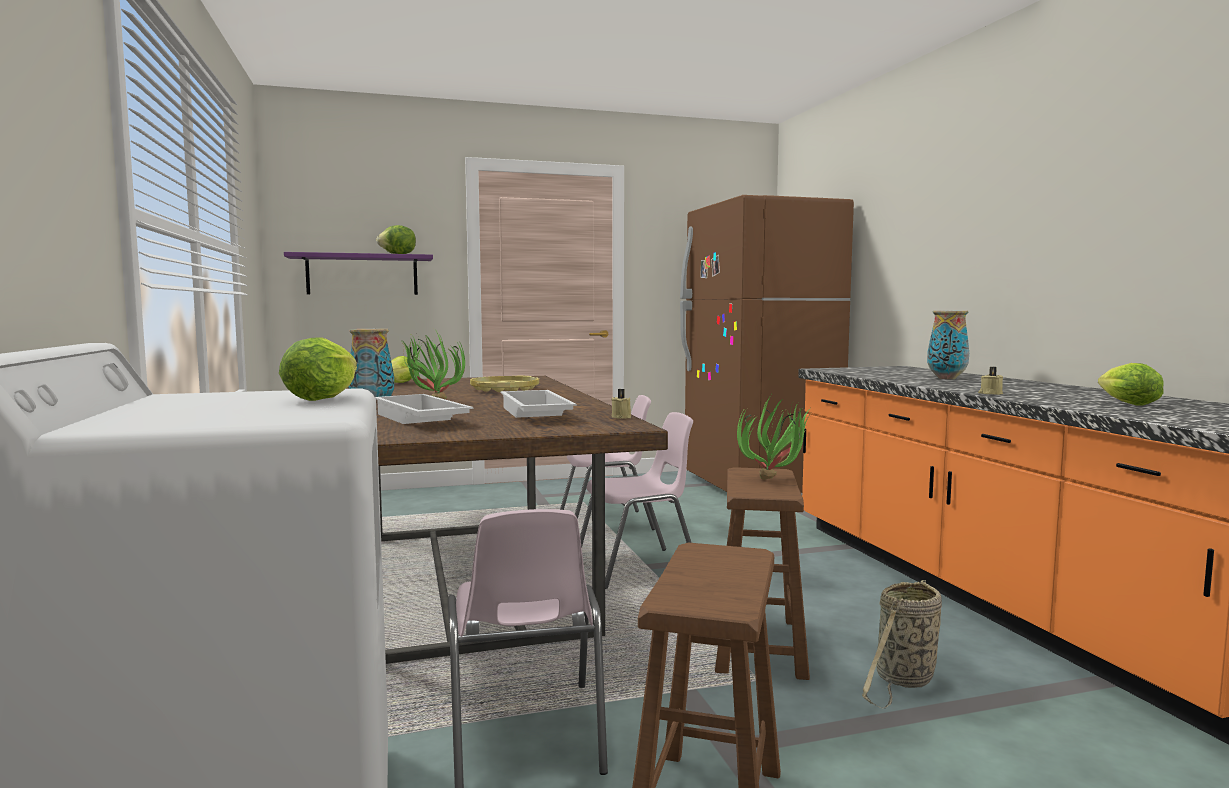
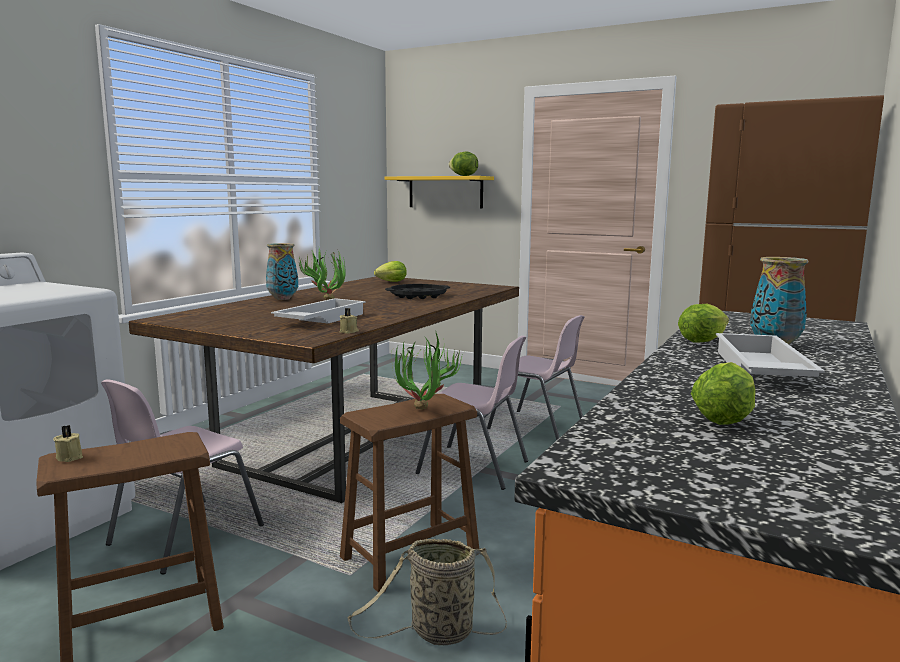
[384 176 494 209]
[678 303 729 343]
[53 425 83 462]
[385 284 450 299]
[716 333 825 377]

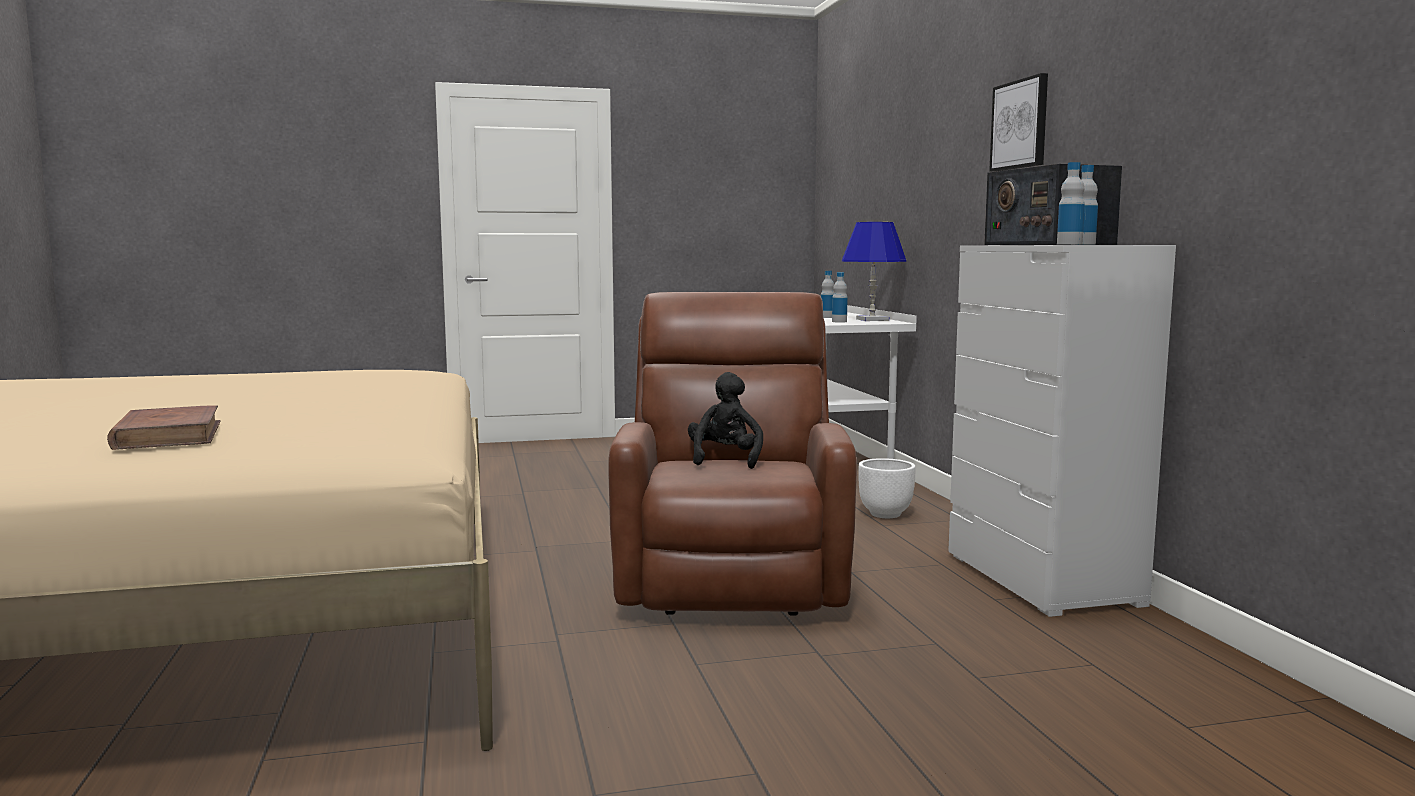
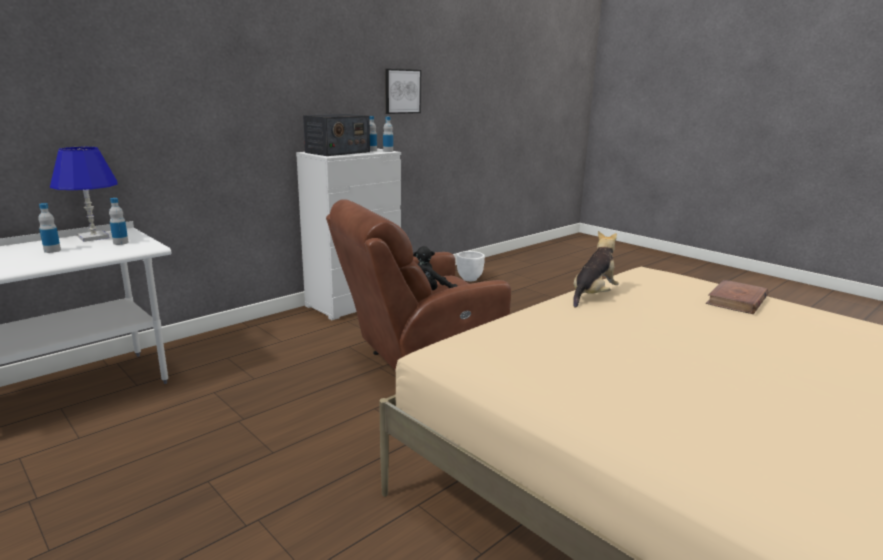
[385 69 421 114]
[457 251 485 281]
[573 231 619 308]

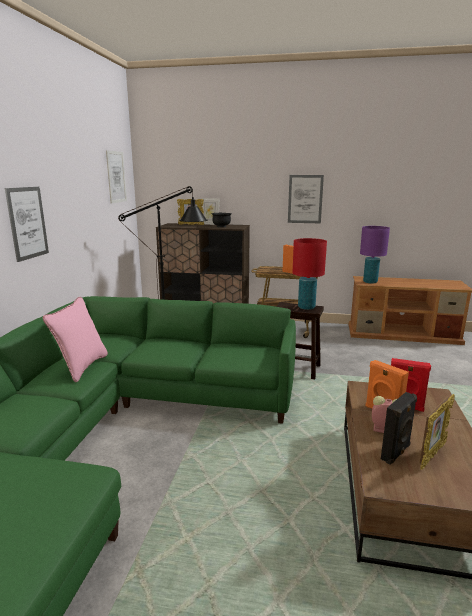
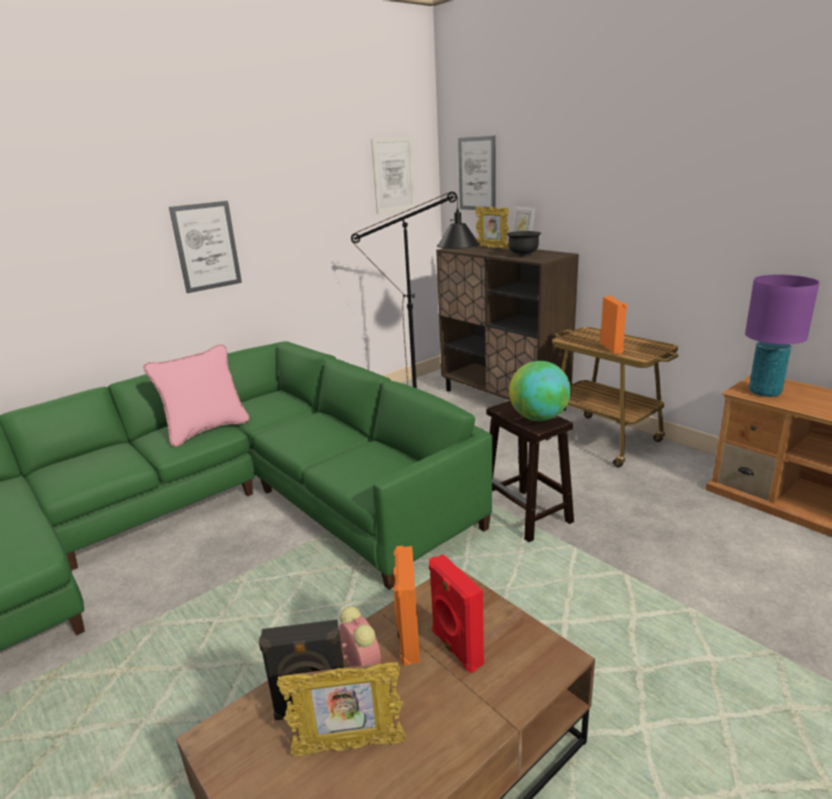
[458 136 496 210]
[509 361 571 421]

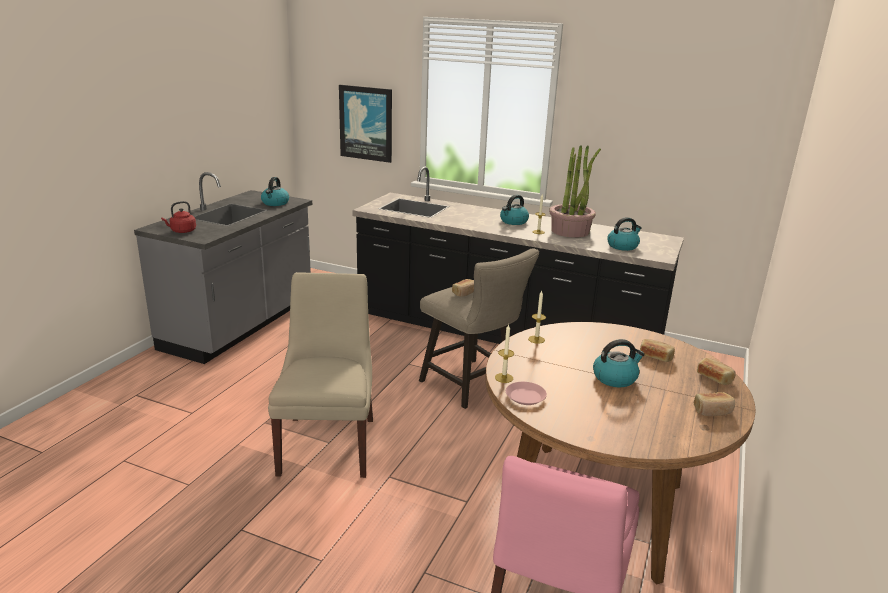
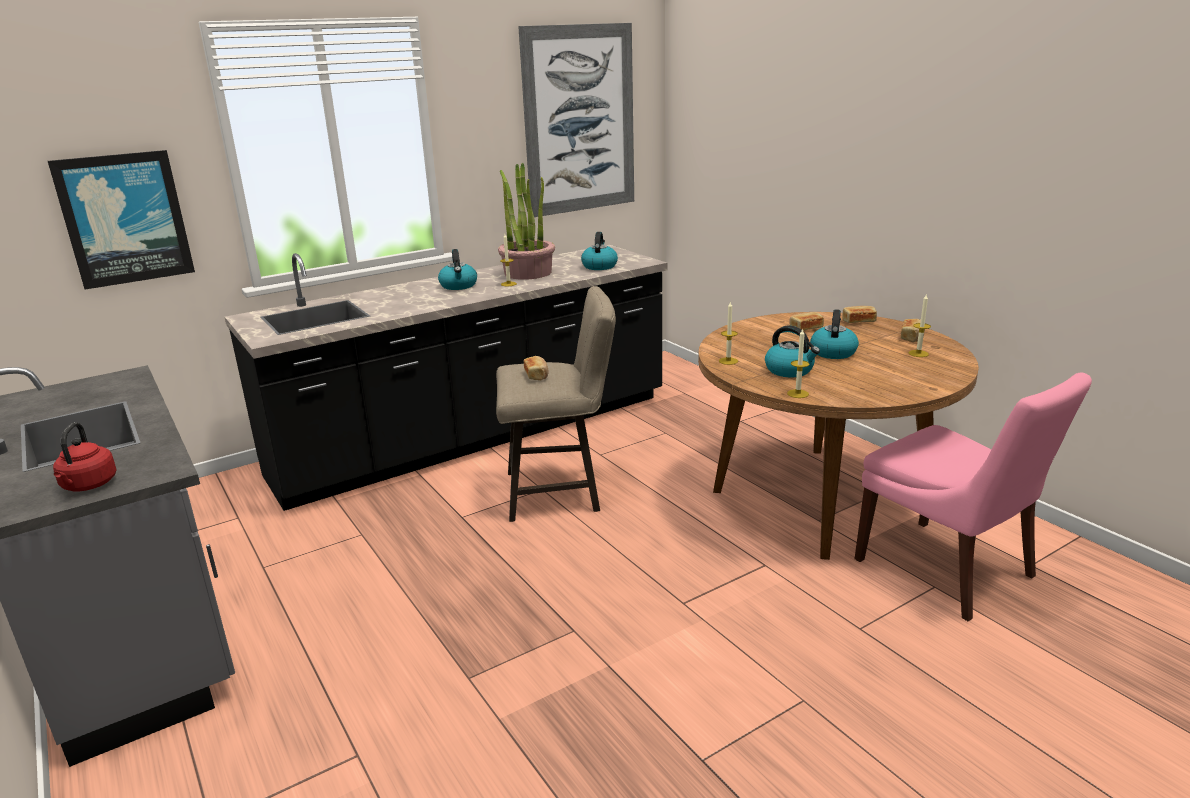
[765 326 820 377]
[268 272 373 478] (first image)
[506 382 547 405] (first image)
[518 23 634 217]
[908 294 931 357]

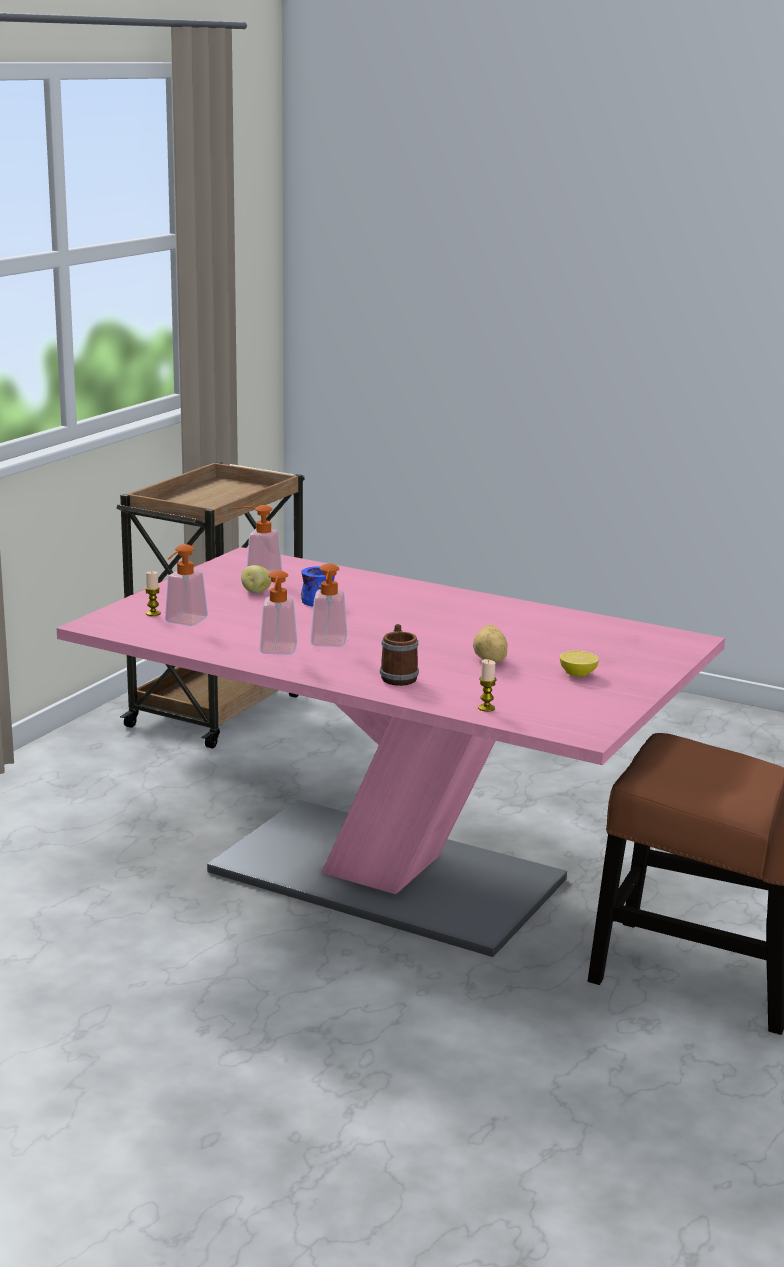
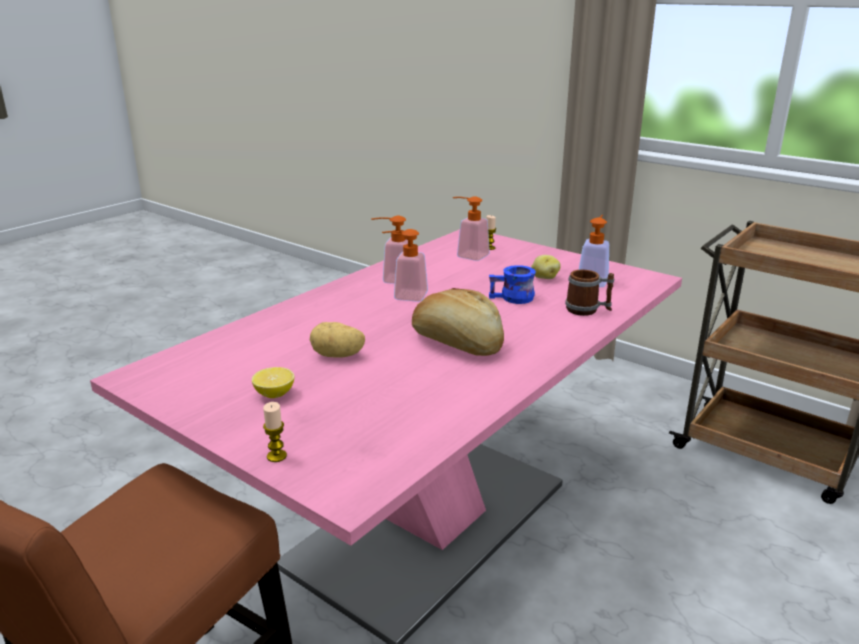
[565 269 614 316]
[263 402 287 462]
[412 288 504 356]

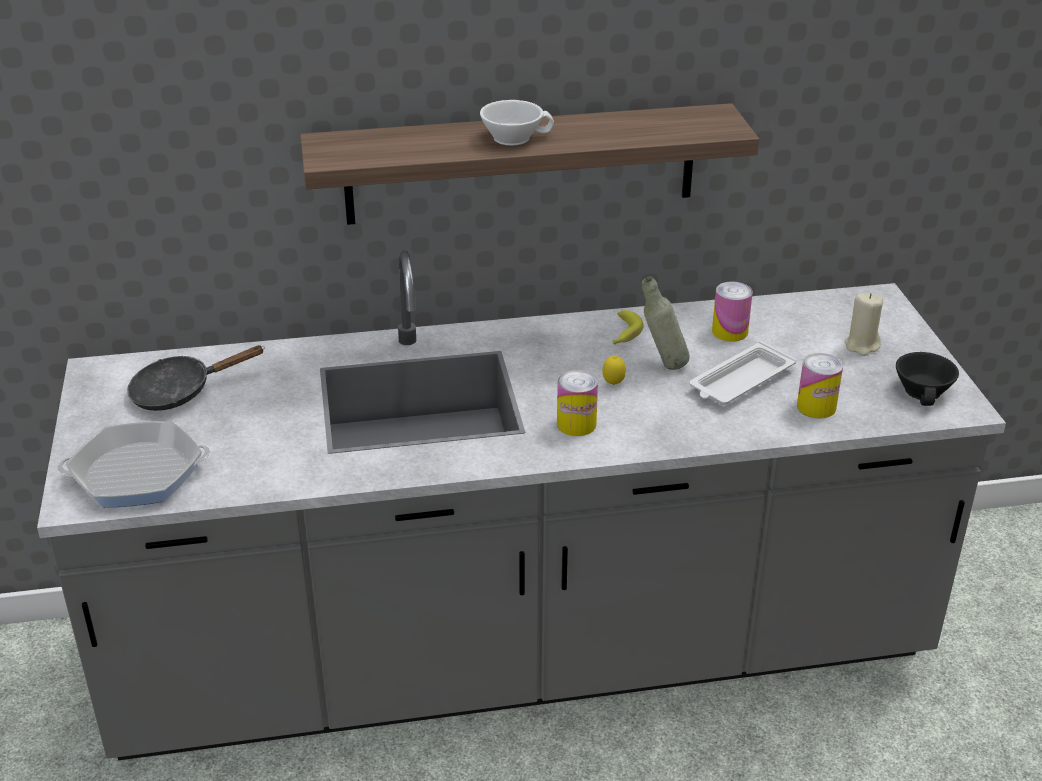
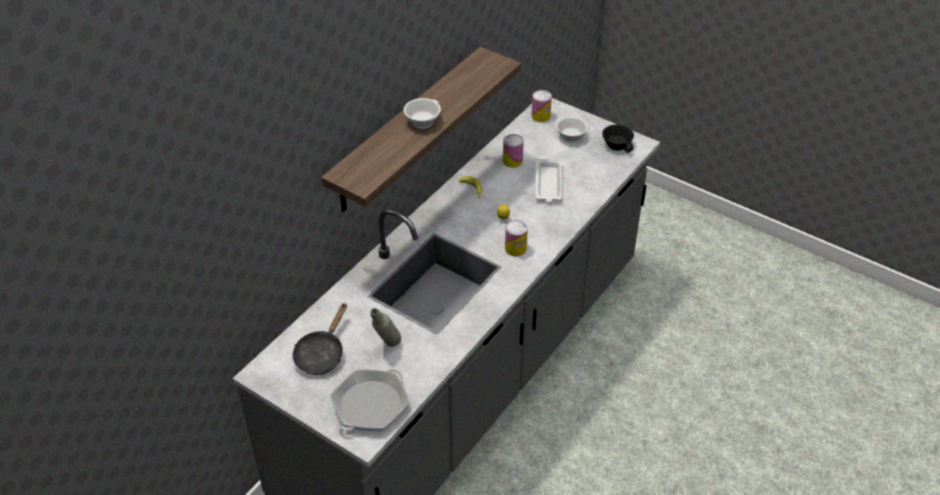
[371 308 401 347]
[556 116 588 143]
[531 90 552 122]

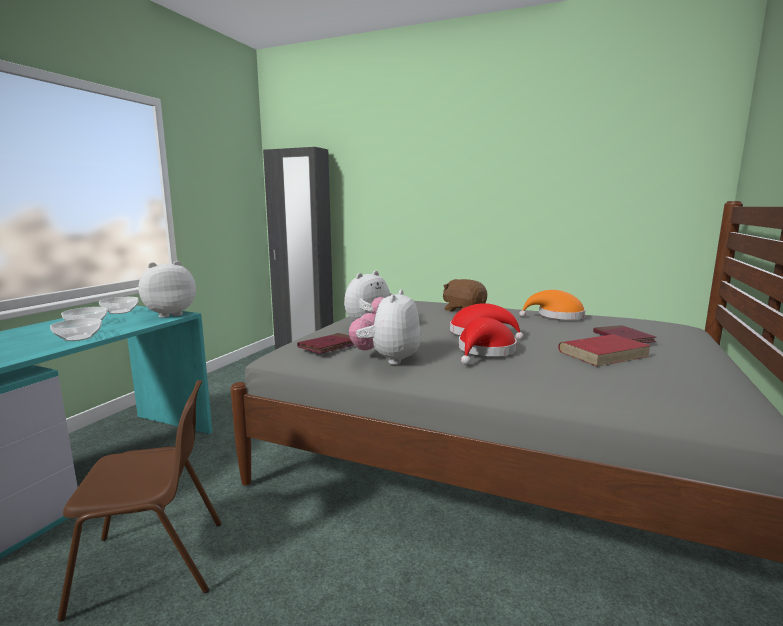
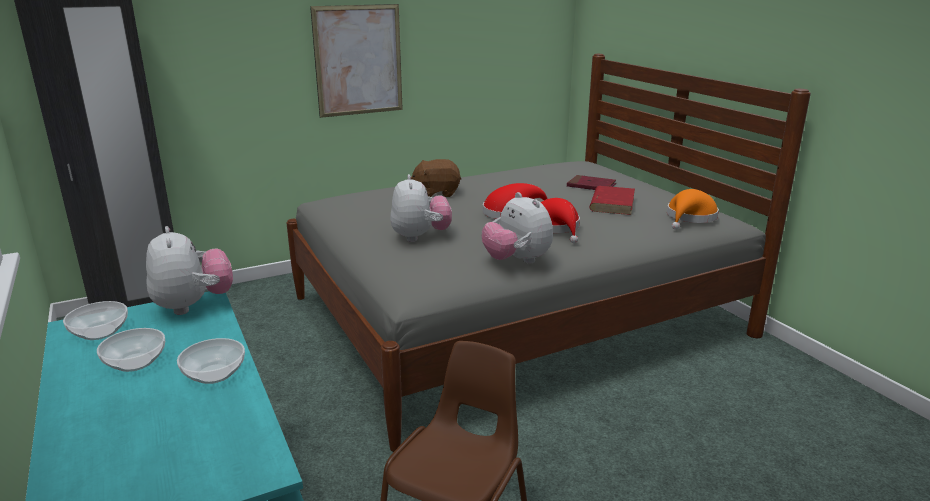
[146 226 233 315]
[667 189 719 230]
[297 333 354 354] (first image)
[310 4 403 118]

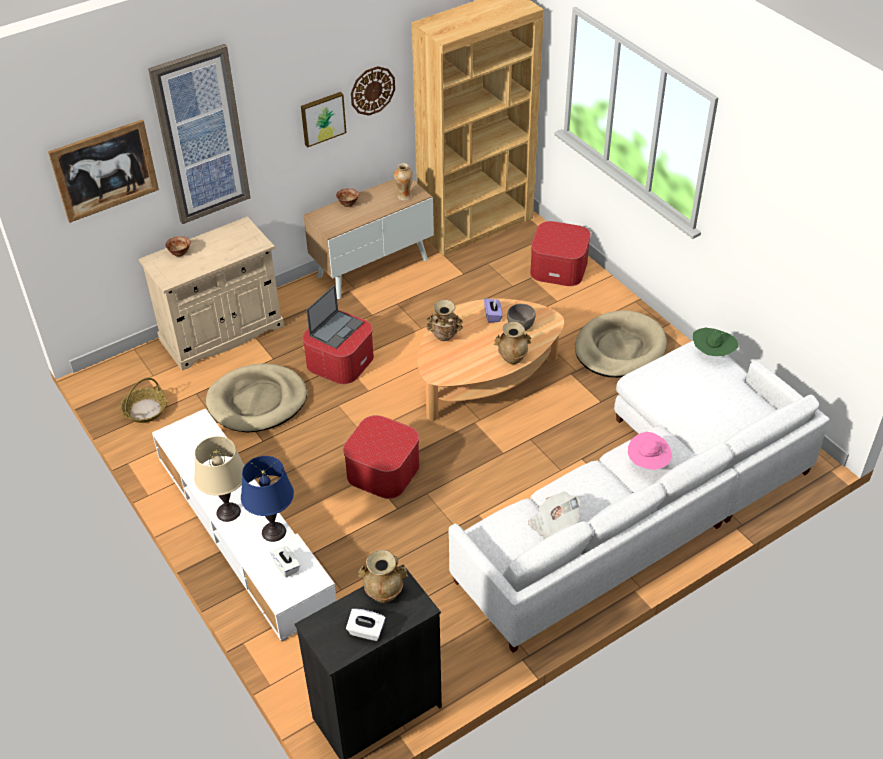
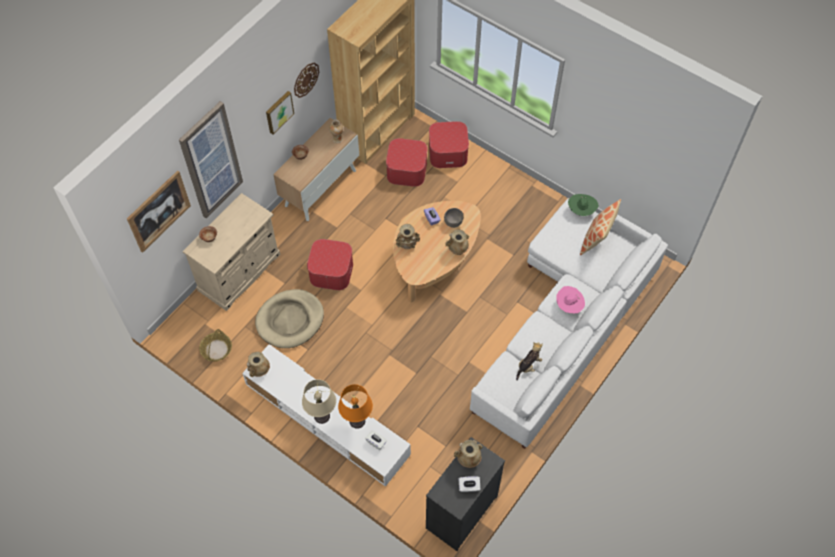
[306 285 364 349] (first image)
[575 310 667 378] (first image)
[386 138 428 187]
[338 384 373 429]
[516 342 543 380]
[580 199 621 255]
[247 351 270 378]

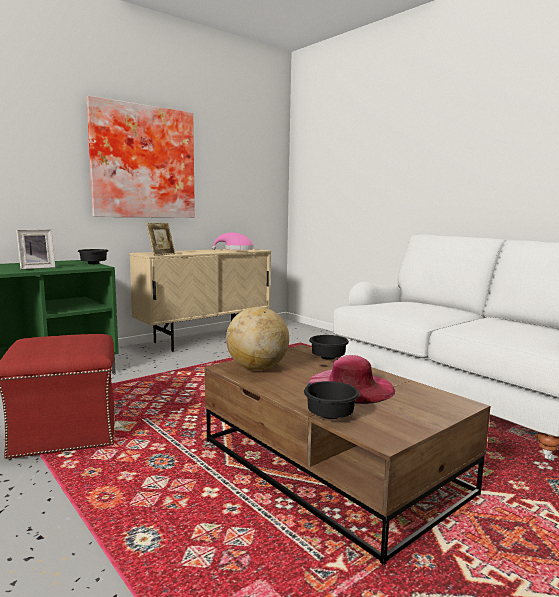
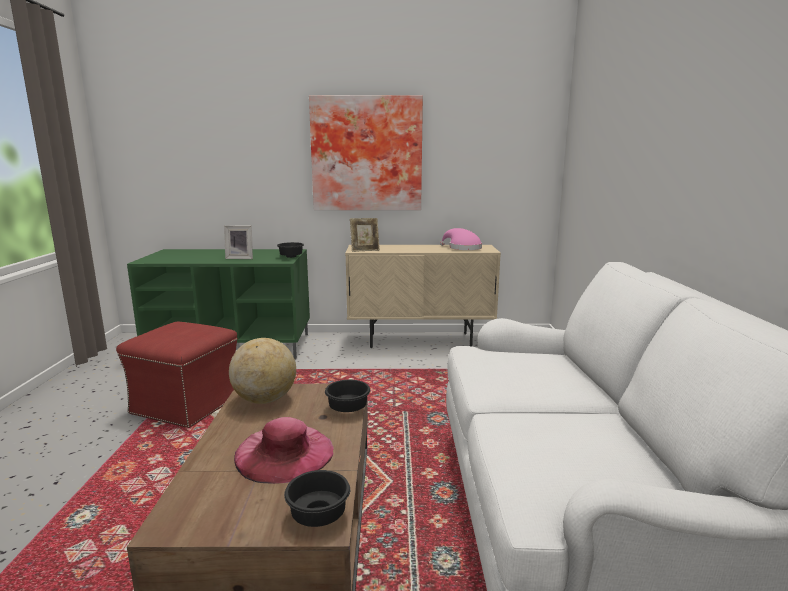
[284 470 350 527]

